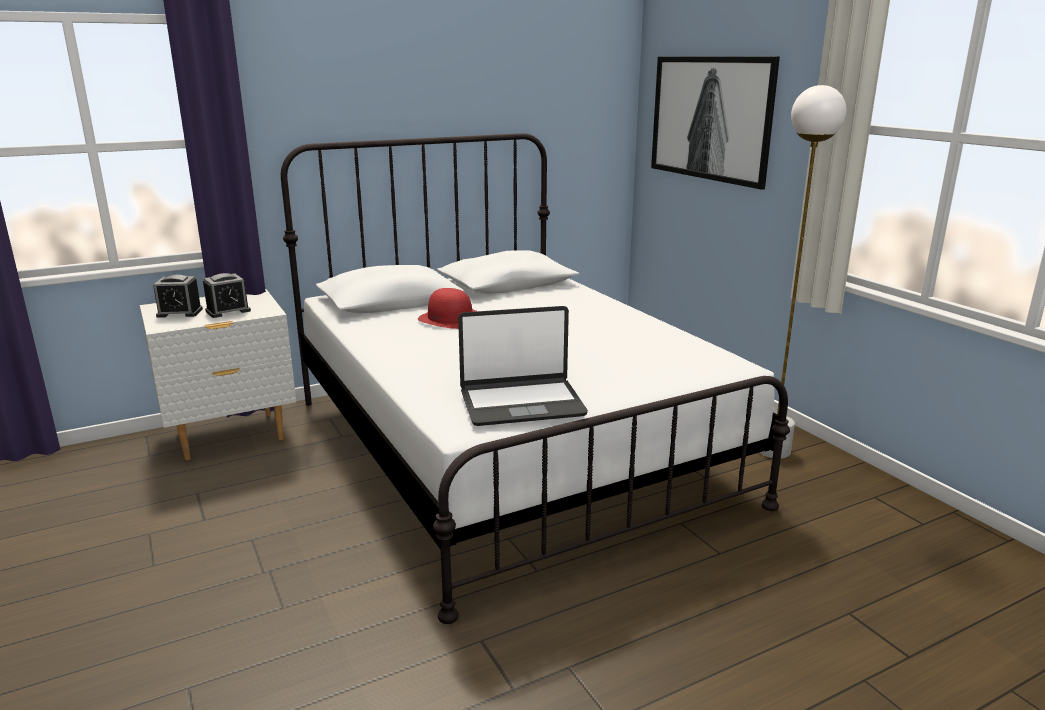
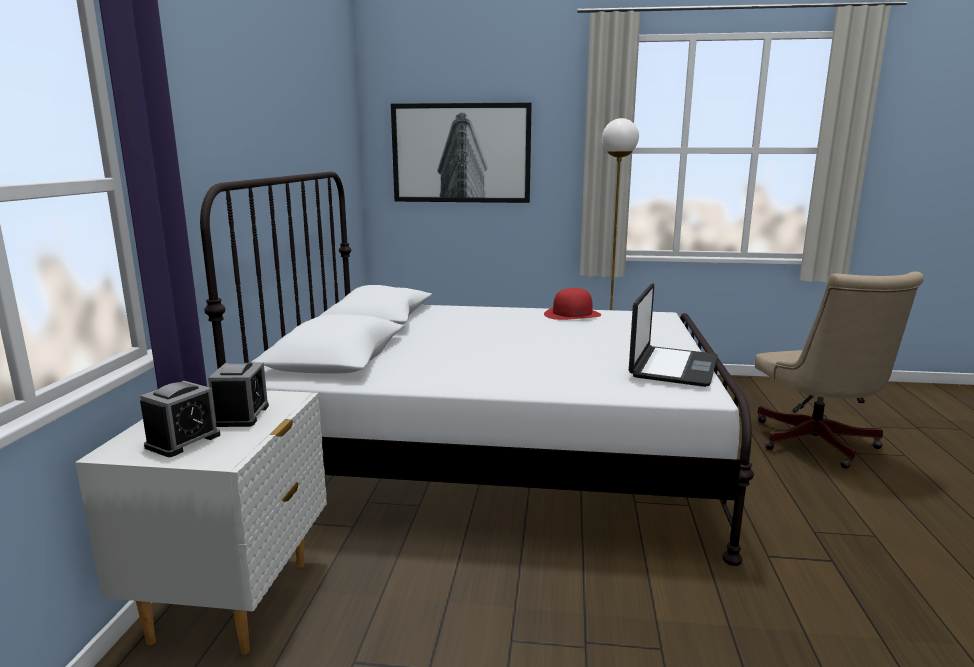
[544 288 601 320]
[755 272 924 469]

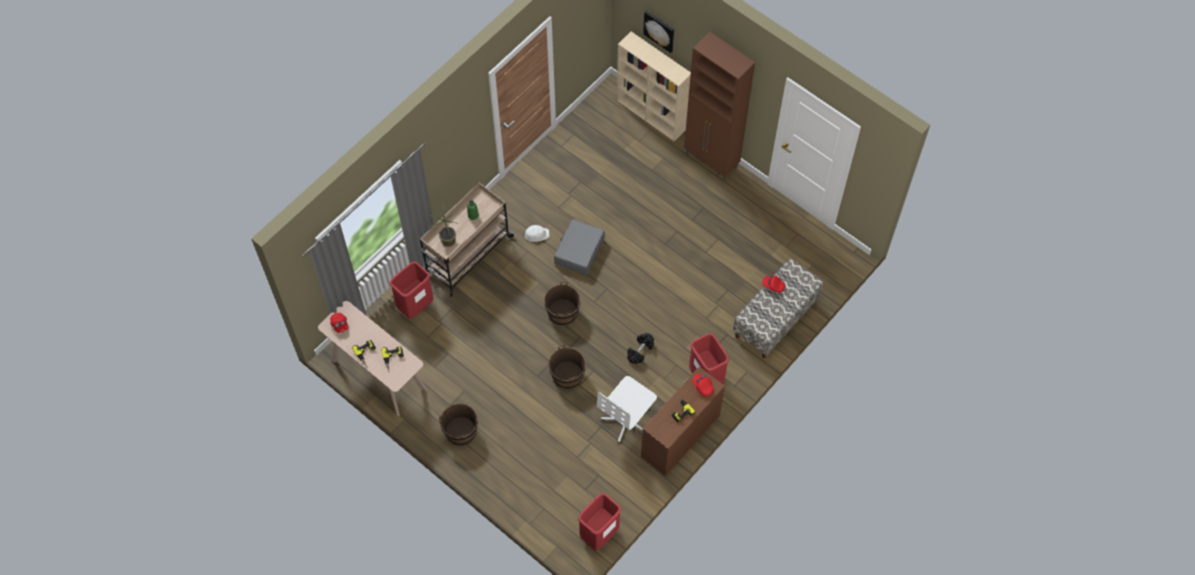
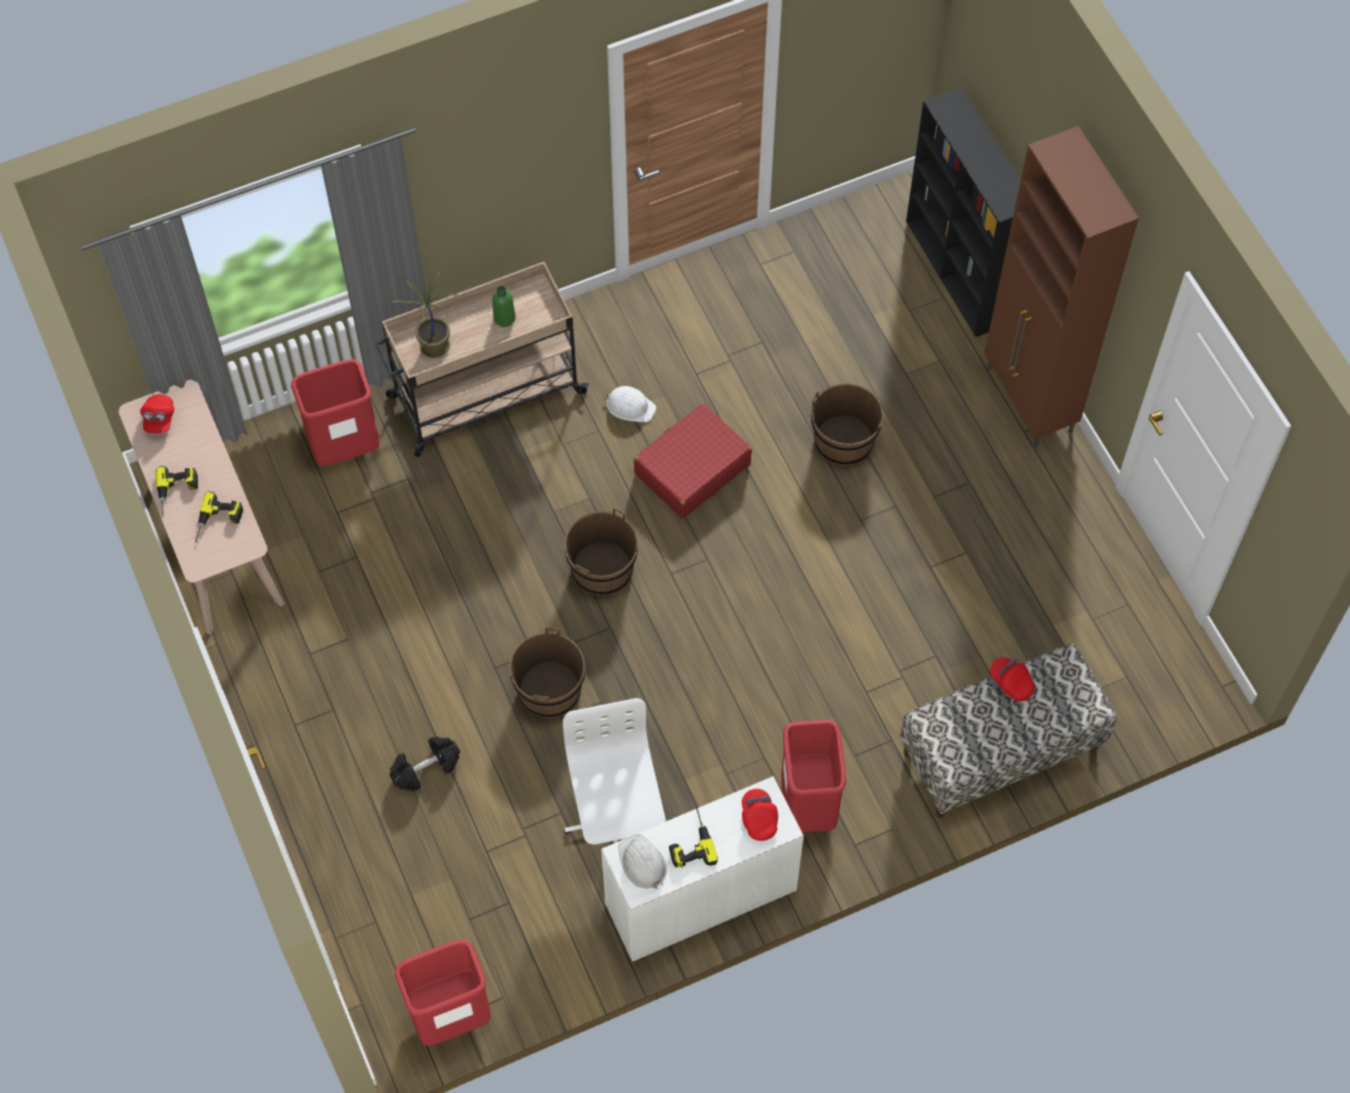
[643 11 674 53] (first image)
[906 87 1020 337]
[634 403 752 518]
[390 737 460 791]
[601 776 804 962]
[563 698 666 845]
[811 383 884 466]
[618 834 667 889]

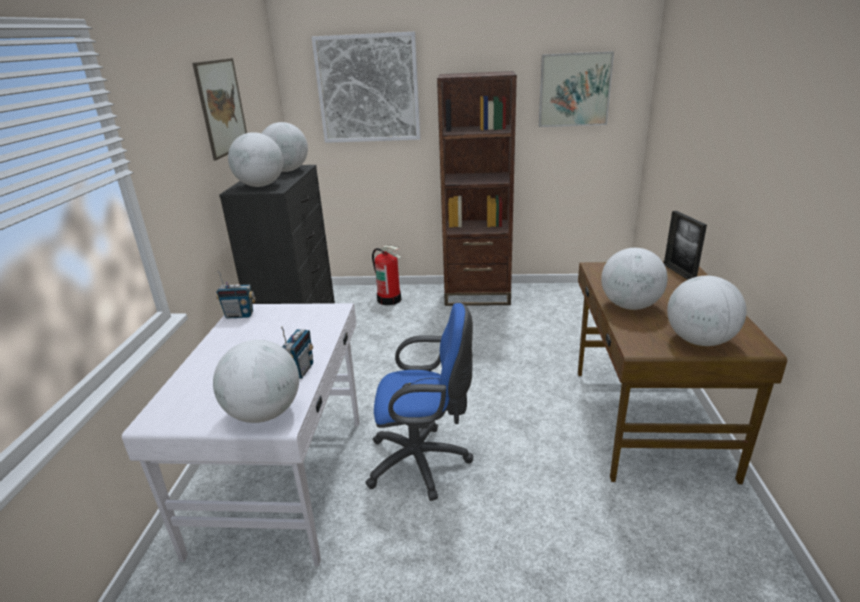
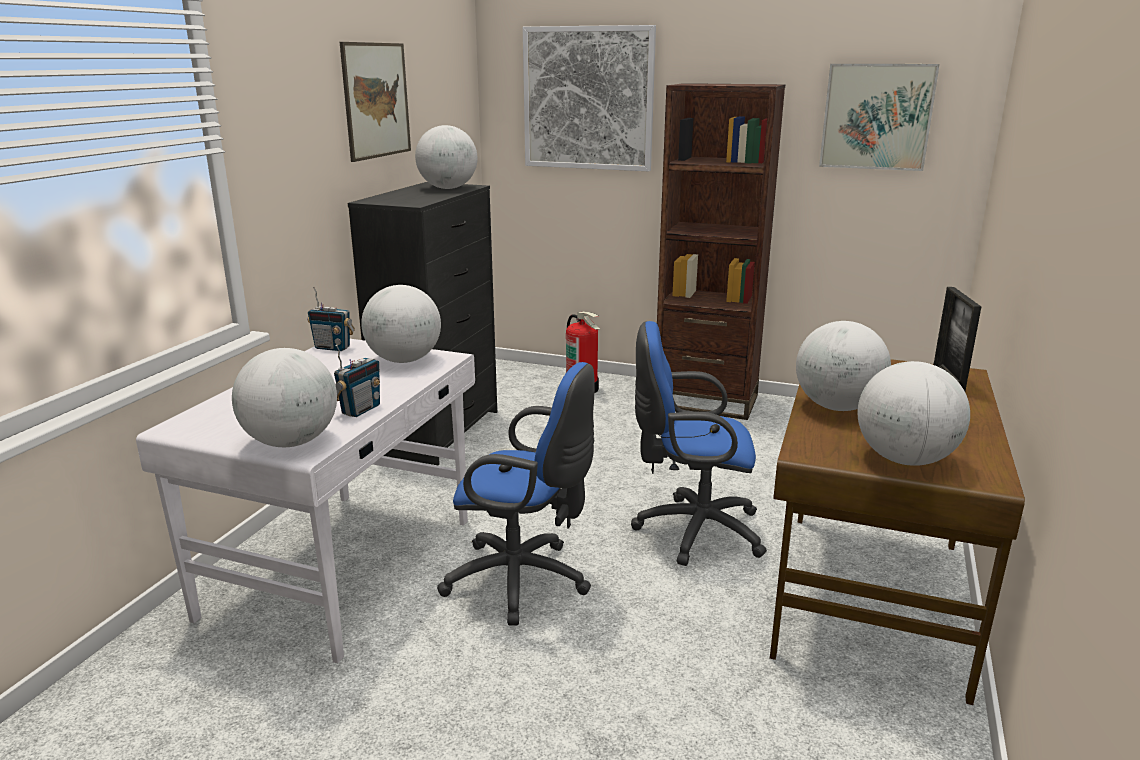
[361 285 441 363]
[631 321 767 566]

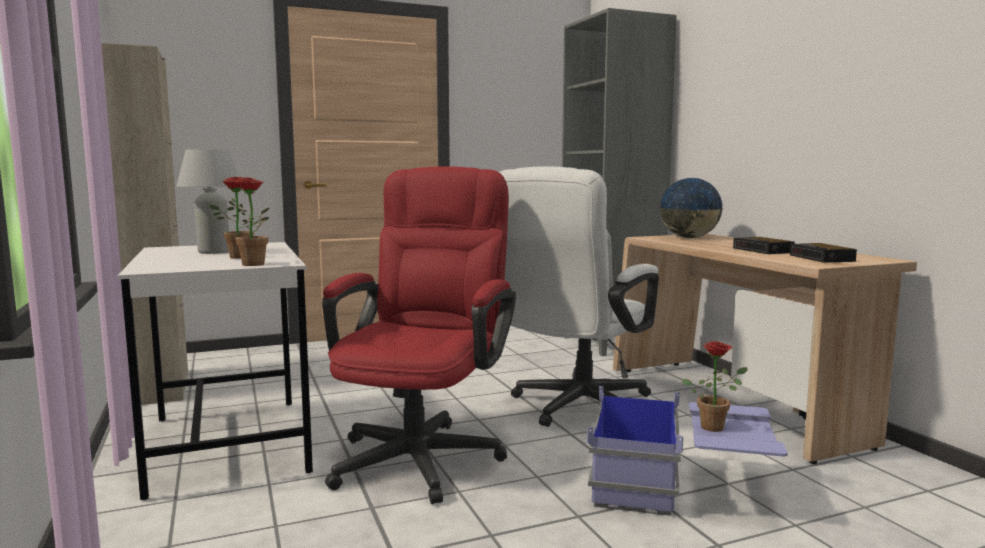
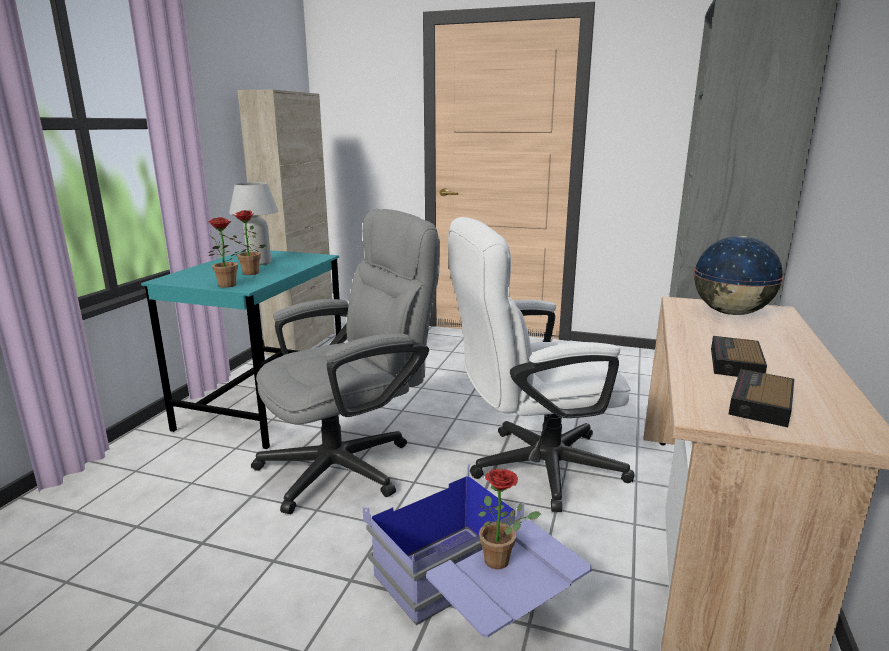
[251 209 440 514]
[141 250 341 449]

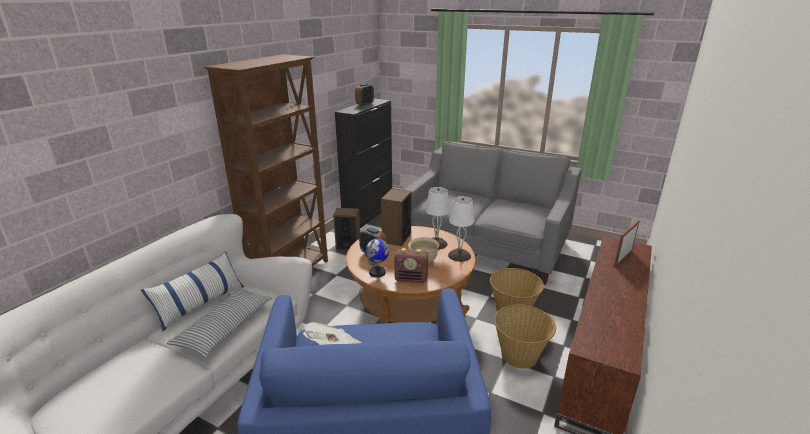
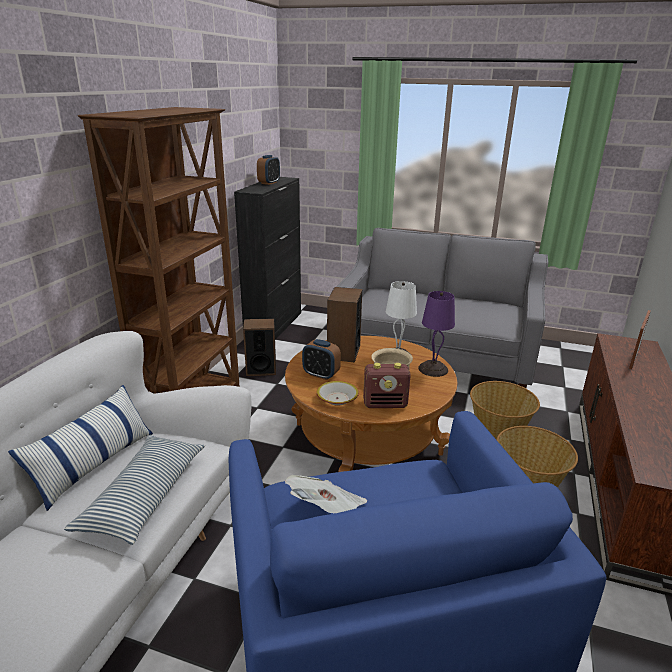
[418 291 455 377]
[317 381 359 405]

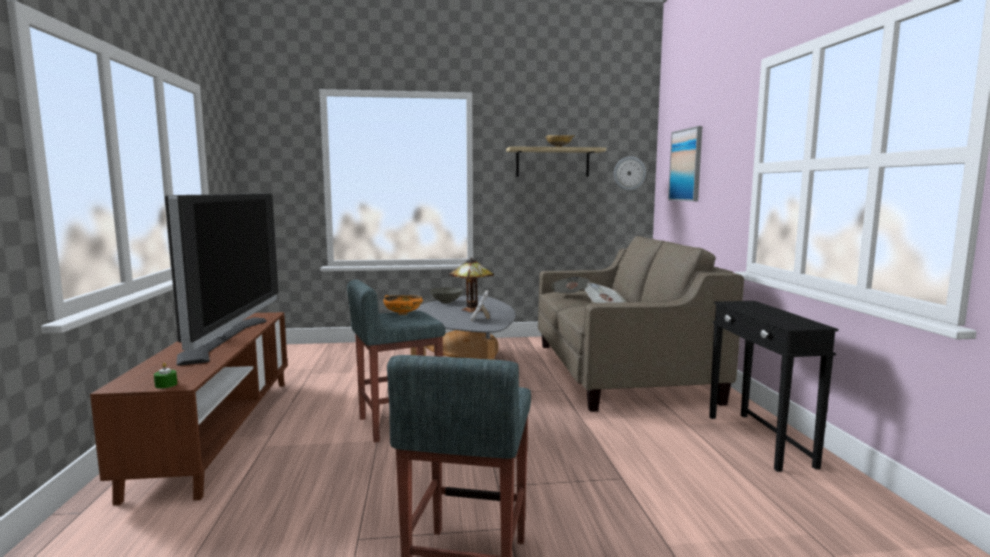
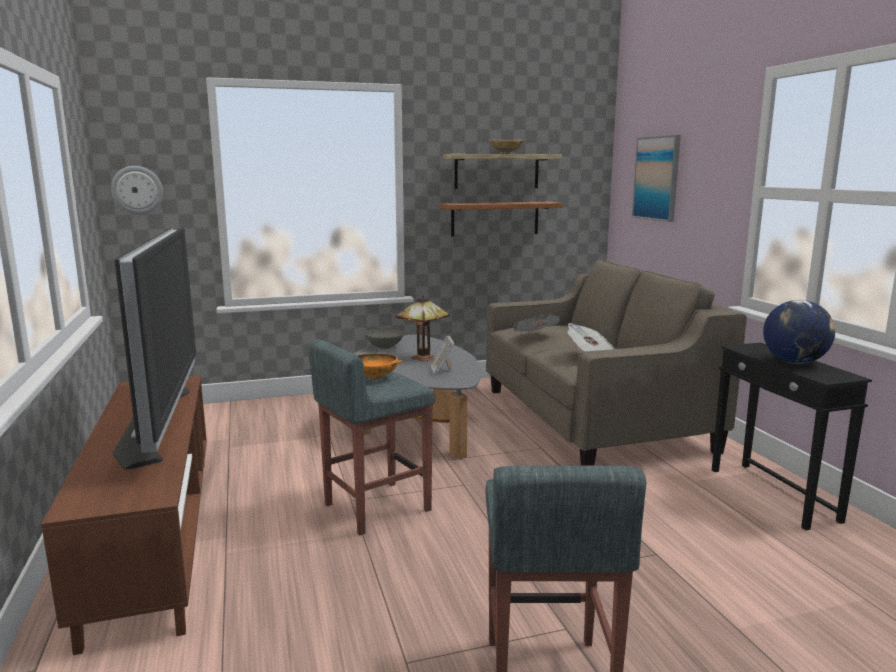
[111 166 163 214]
[154 363 177 389] (first image)
[439 202 563 236]
[763 300 835 364]

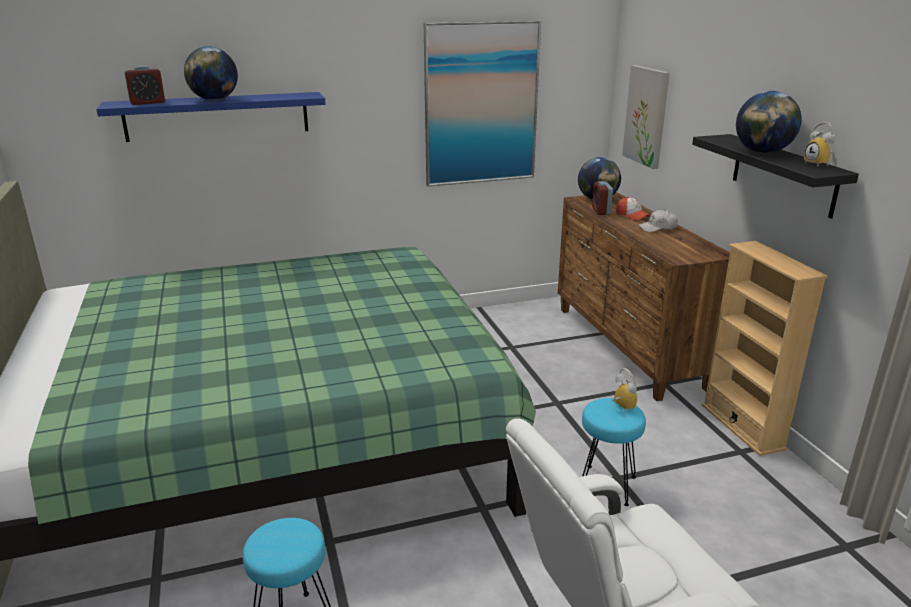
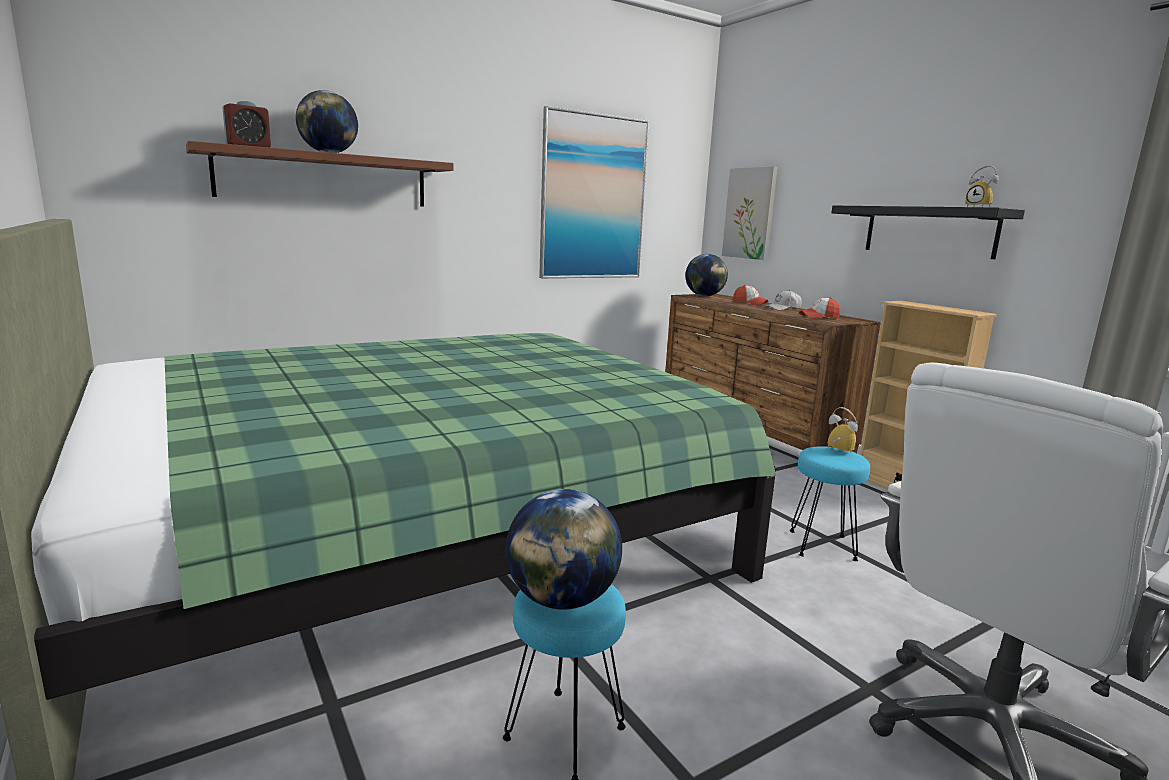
[506 489 622 610]
[186 141 453 207]
[592 181 613 215] (first image)
[799 297 840 319]

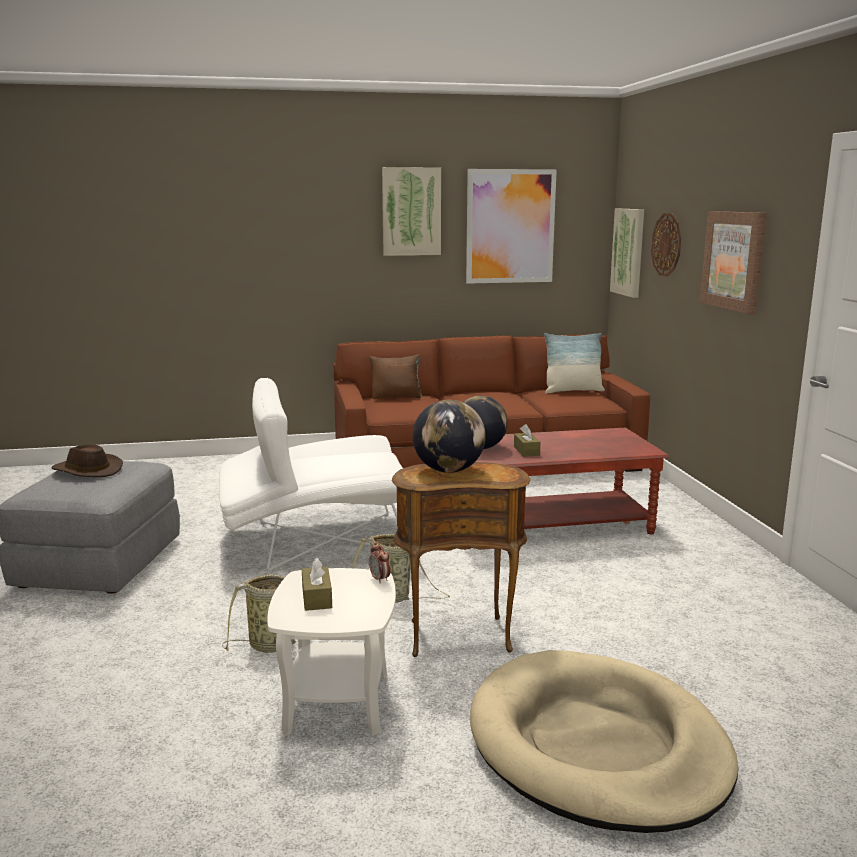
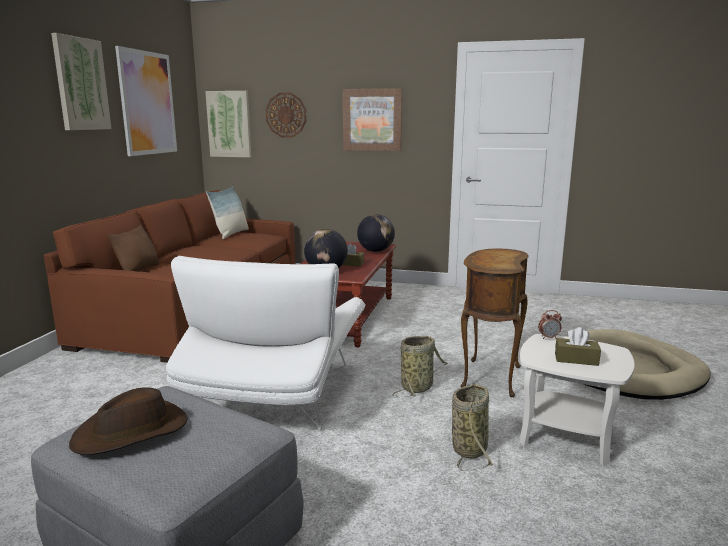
[357 214 395 252]

